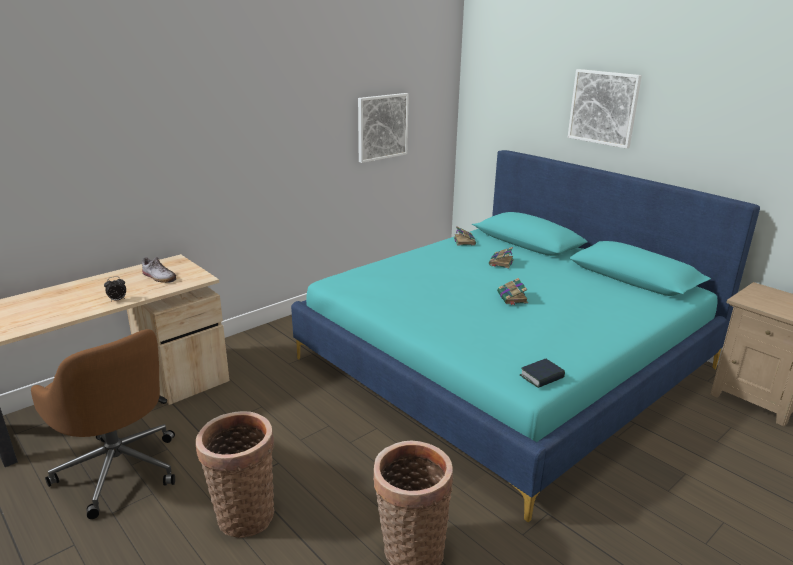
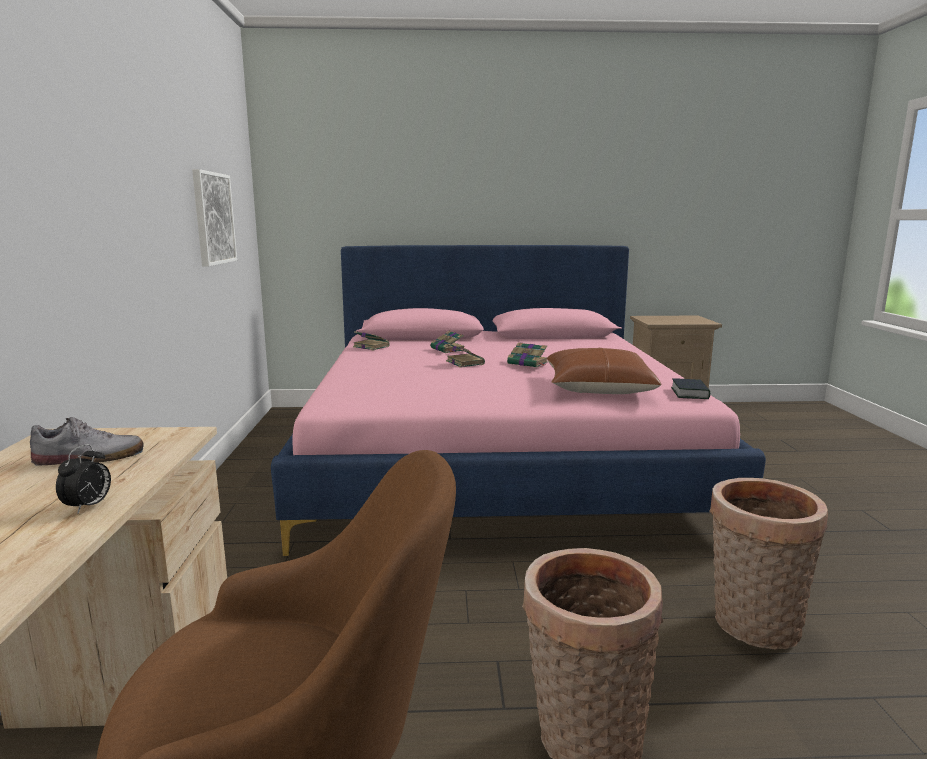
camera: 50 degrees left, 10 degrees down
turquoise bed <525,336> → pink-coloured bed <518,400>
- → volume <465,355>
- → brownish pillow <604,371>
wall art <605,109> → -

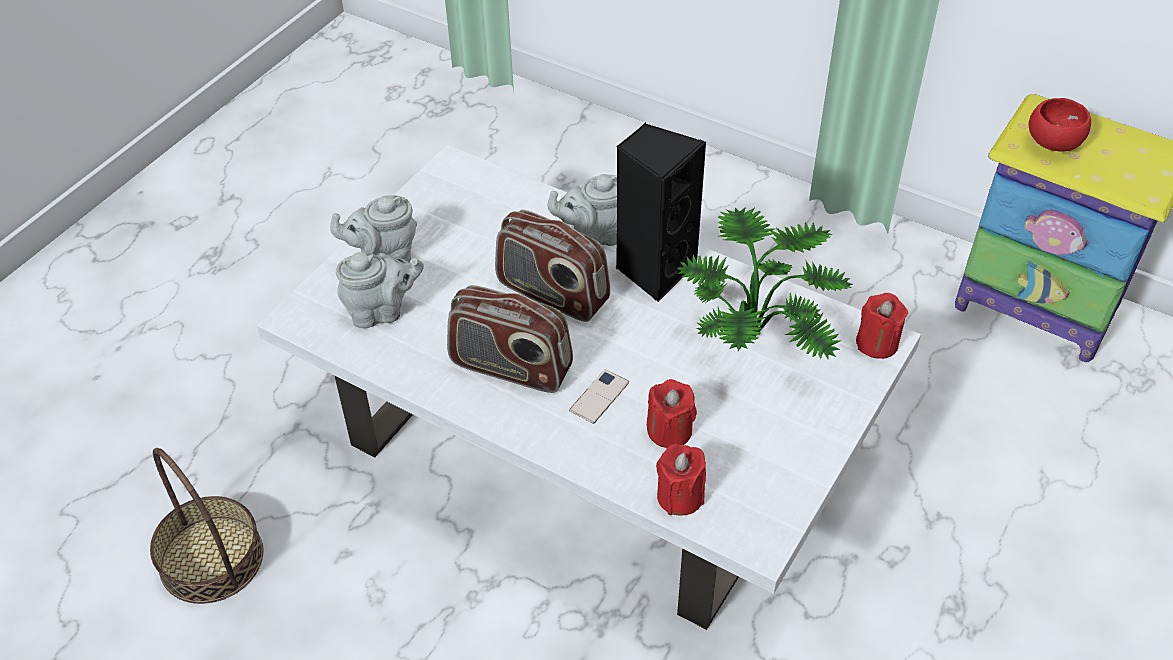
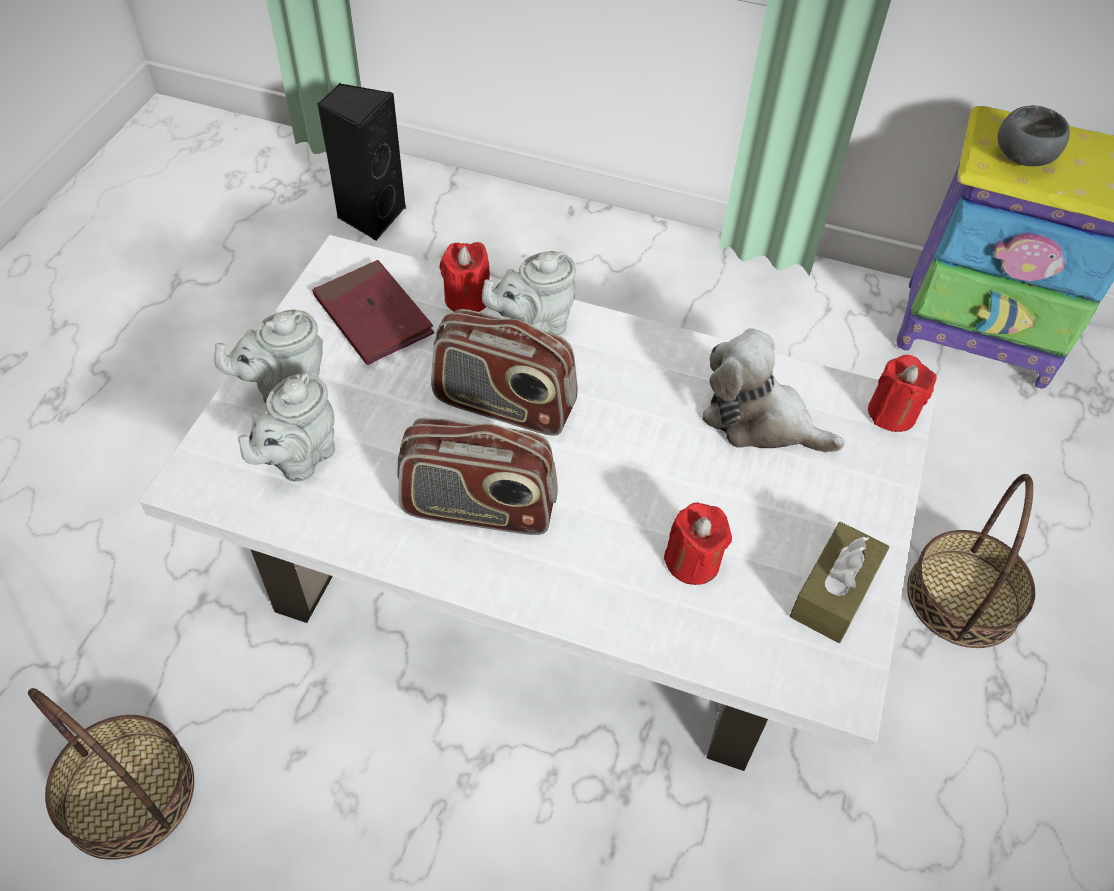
camera: 15 degrees left, 5 degrees up
grey tea pot <380,290> → grey tea pot <286,427>, 150 degrees clockwise
- → red-coloured volume <373,312>
blackish audio speaker <661,212> → blackish audio speaker <361,162>, moved
red-coloured candle <681,480> → red-coloured candle <465,277>, moved
plant in a pot <765,283> → plush toy <773,390>
- → brownish tissue box <839,582>
- → basket <971,561>
red-coloured deep dish <1060,125> → grey deep dish <1034,135>
telephone <599,396> → -

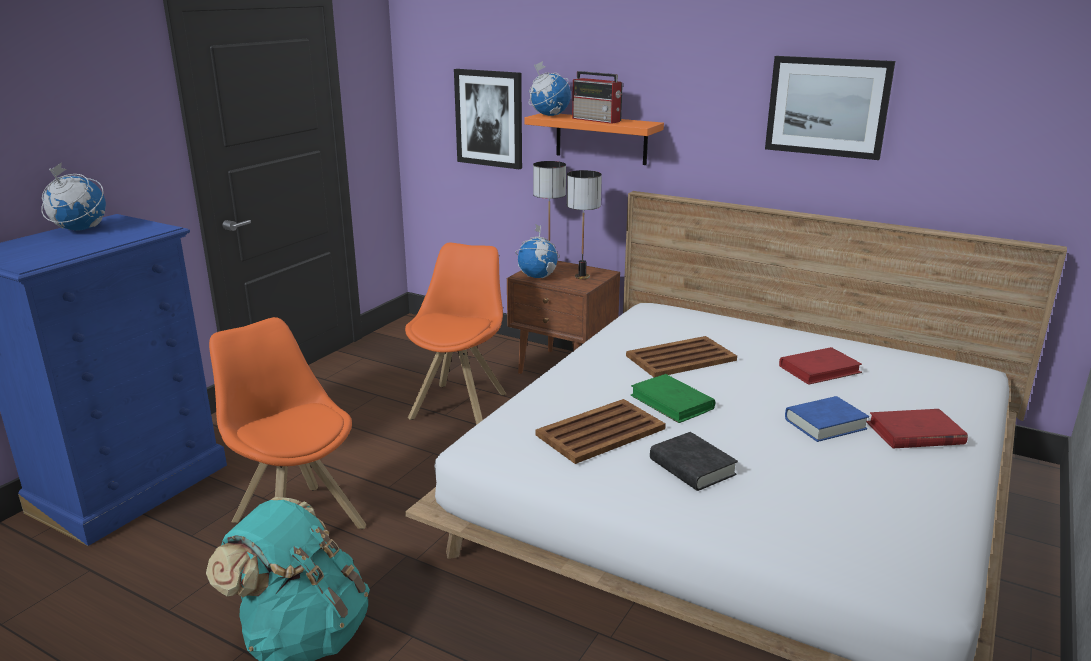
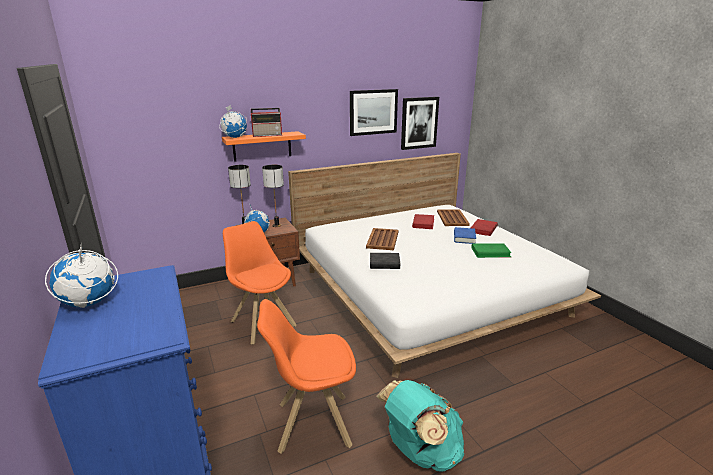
camera: 55 degrees left, 0 degrees up
blackish volume <694,461> → blackish volume <385,261>, moved
wall art <488,119> → wall art <420,123>, moved
brownish carrying tray <600,431> → brownish carrying tray <453,218>, moved
green-coloured volume <672,398> → green-coloured volume <491,250>, moved

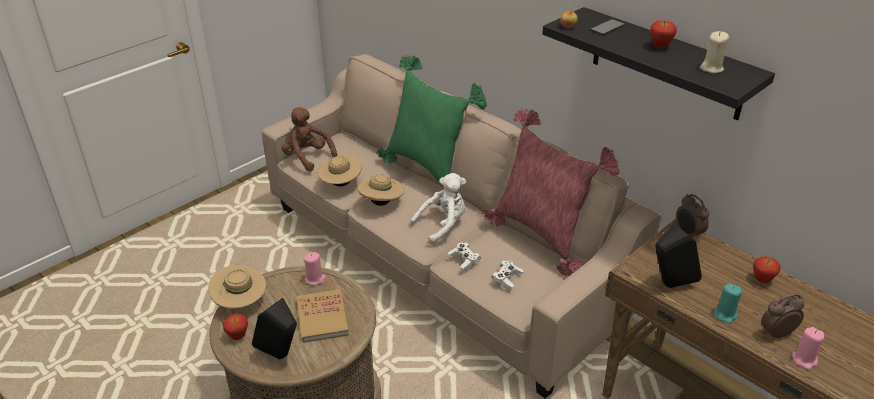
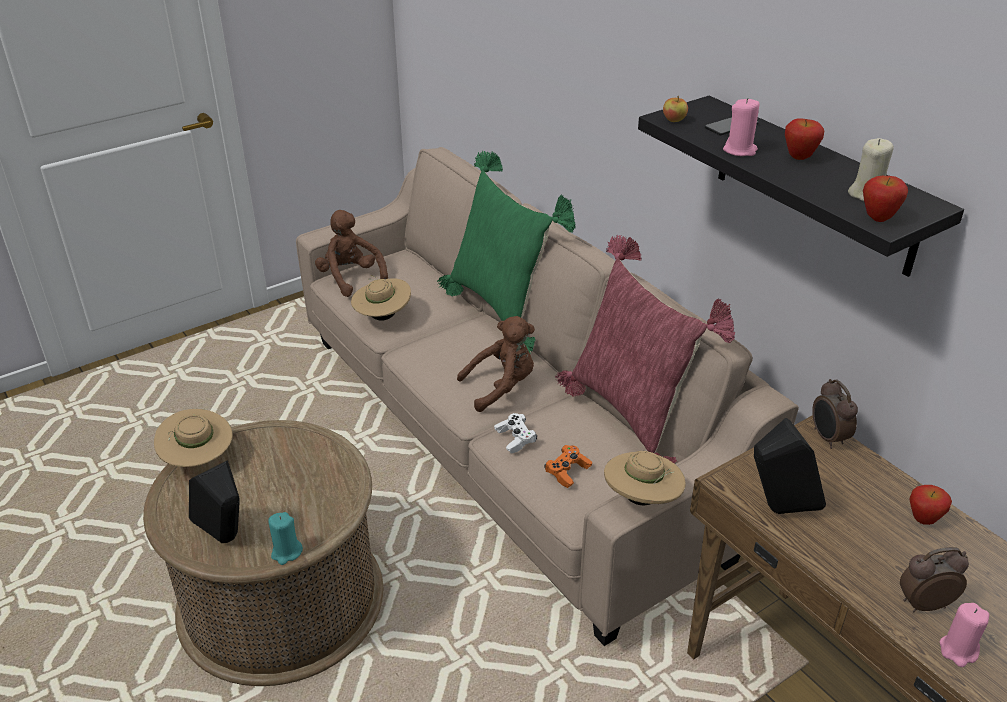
camera: 10 degrees right, 0 degrees up
turquoise candle <728,303> → turquoise candle <285,538>, moved
white plush toy <438,209> → brownish plush toy <496,364>
white joypad <508,275> → orange-coloured joypad <568,466>
sand-coloured clothing hat <380,190> → sand-coloured clothing hat <644,478>, moved
pink-coloured candle <315,268> → pink-coloured candle <741,127>, moved
apple fruit <235,327> → apple fruit <885,199>, moved
volume <323,316> → -

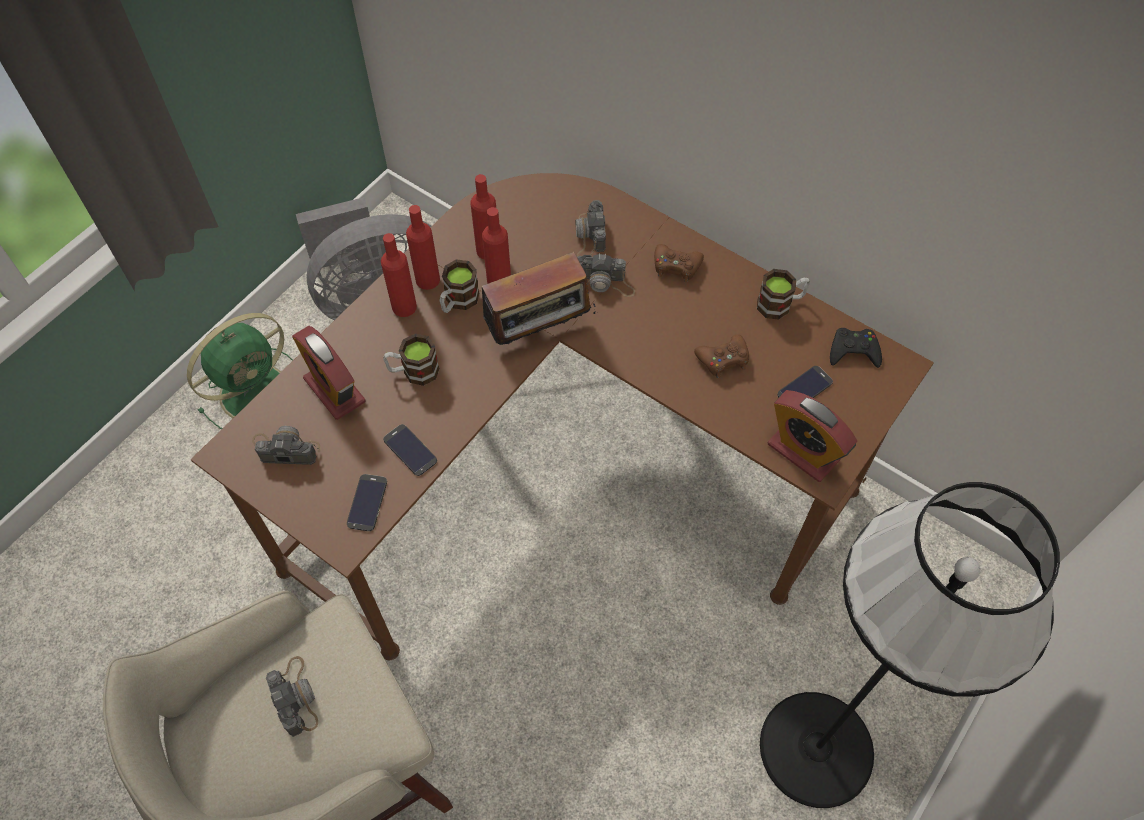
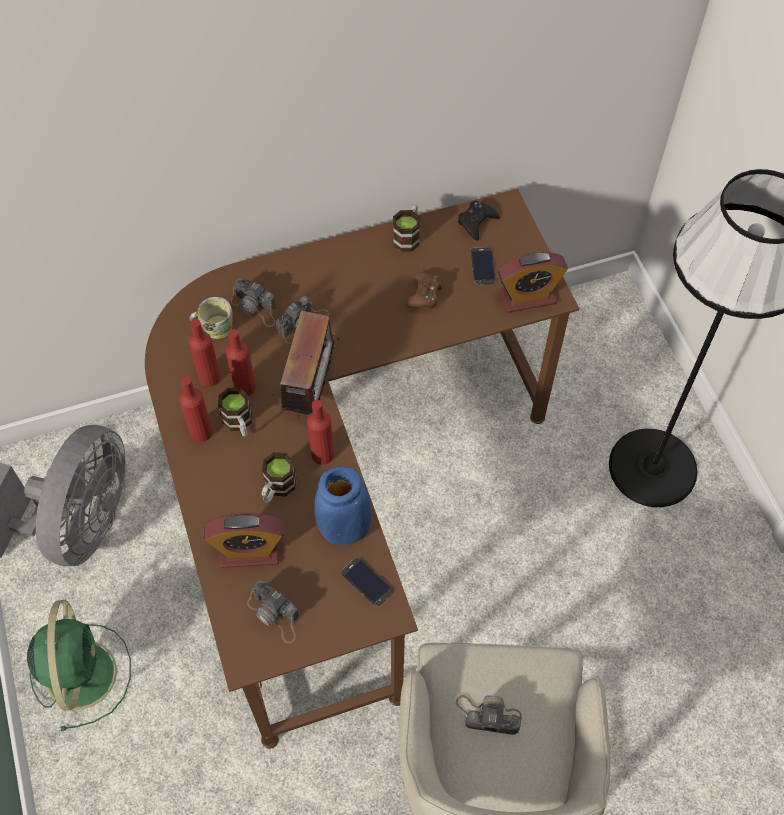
camera: 55 degrees left, 0 degrees up
- → tea mug <211,318>
photo camera <286,445> → photo camera <273,612>, 90 degrees counterclockwise
red-coloured beverage bottle <399,275> → red-coloured beverage bottle <320,432>, moved
telephone <410,450> → blue-coloured vase <342,505>
brownish joypad <679,263> → -

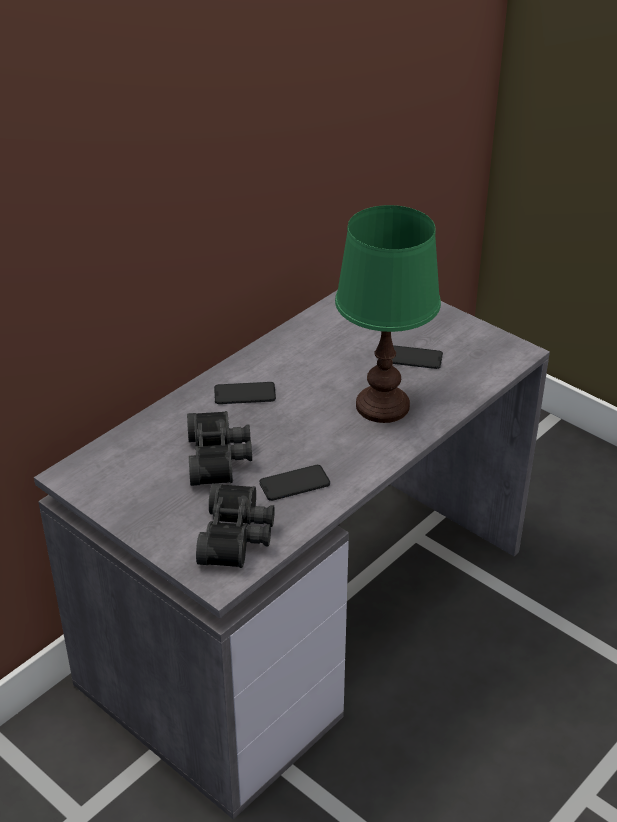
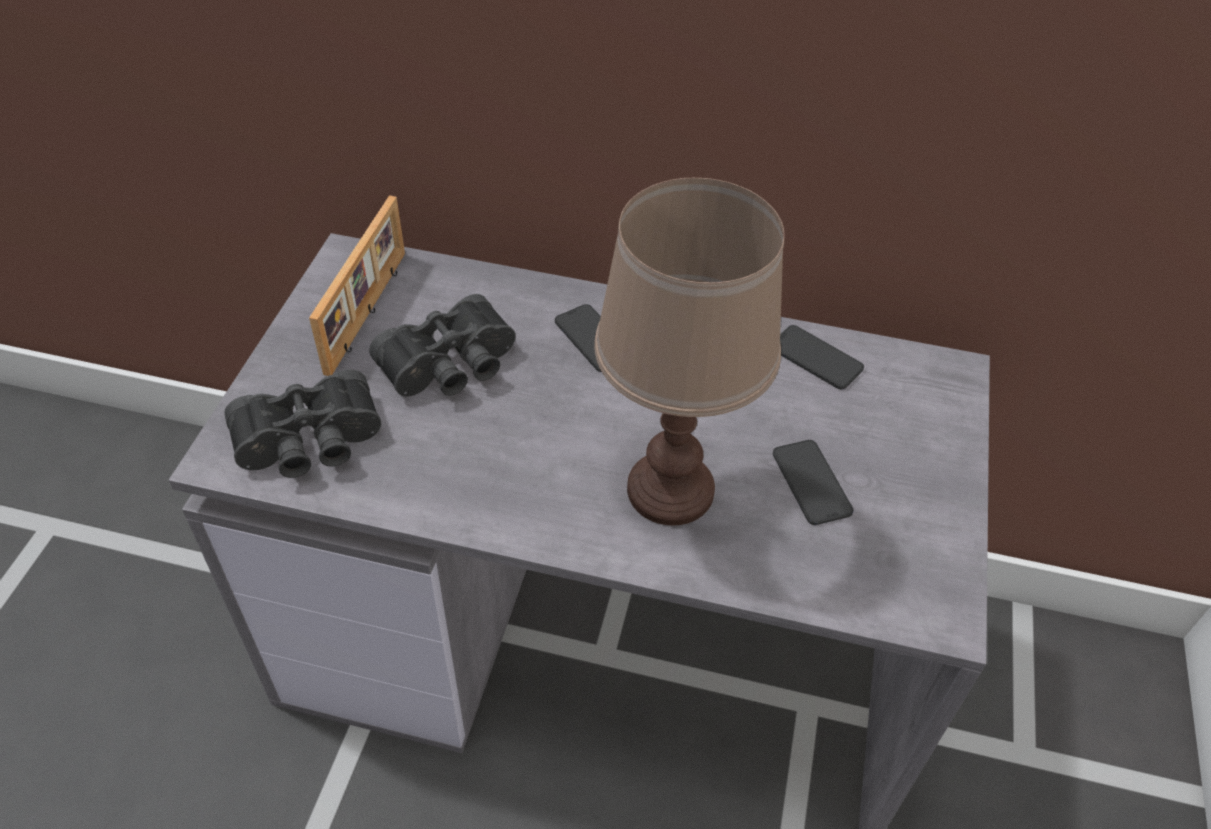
camera: 60 degrees right, 10 degrees up
- → standing frame <357,285>
green-coloured lamp for a table <388,314> → brownish lamp for a table <689,352>
telephone <294,483> → telephone <822,357>, moved

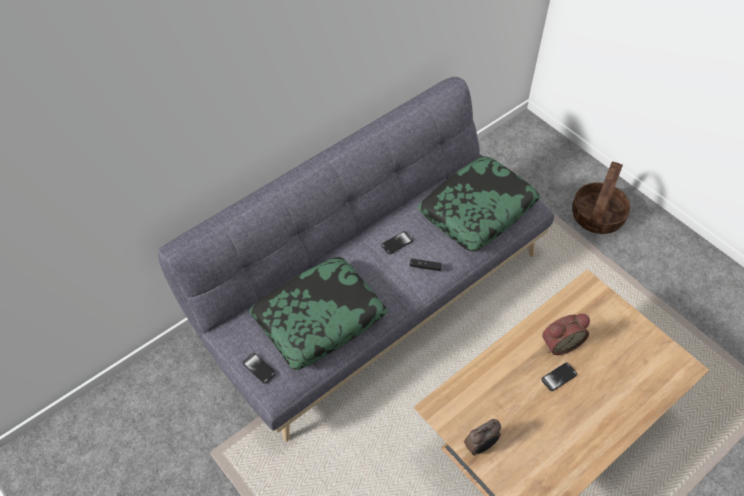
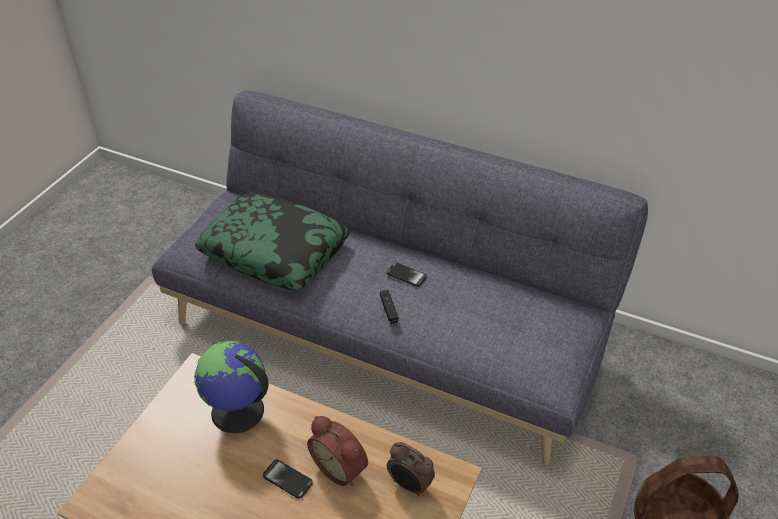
camera: 65 degrees right, 10 degrees down
- → desk globe <231,387>
table clock <482,437> → table clock <411,469>, moved
telephone <259,368> → -
pillow <479,204> → -

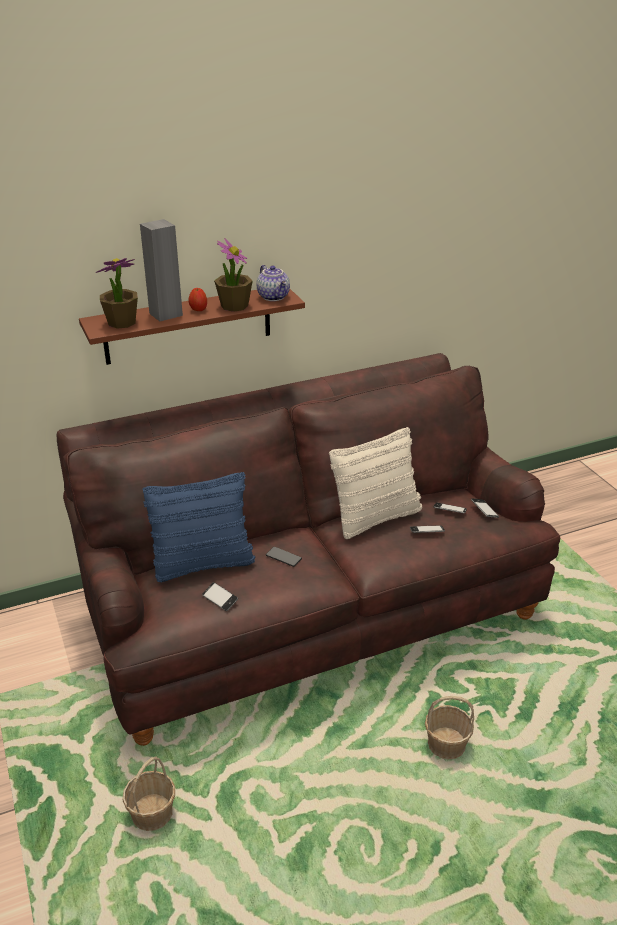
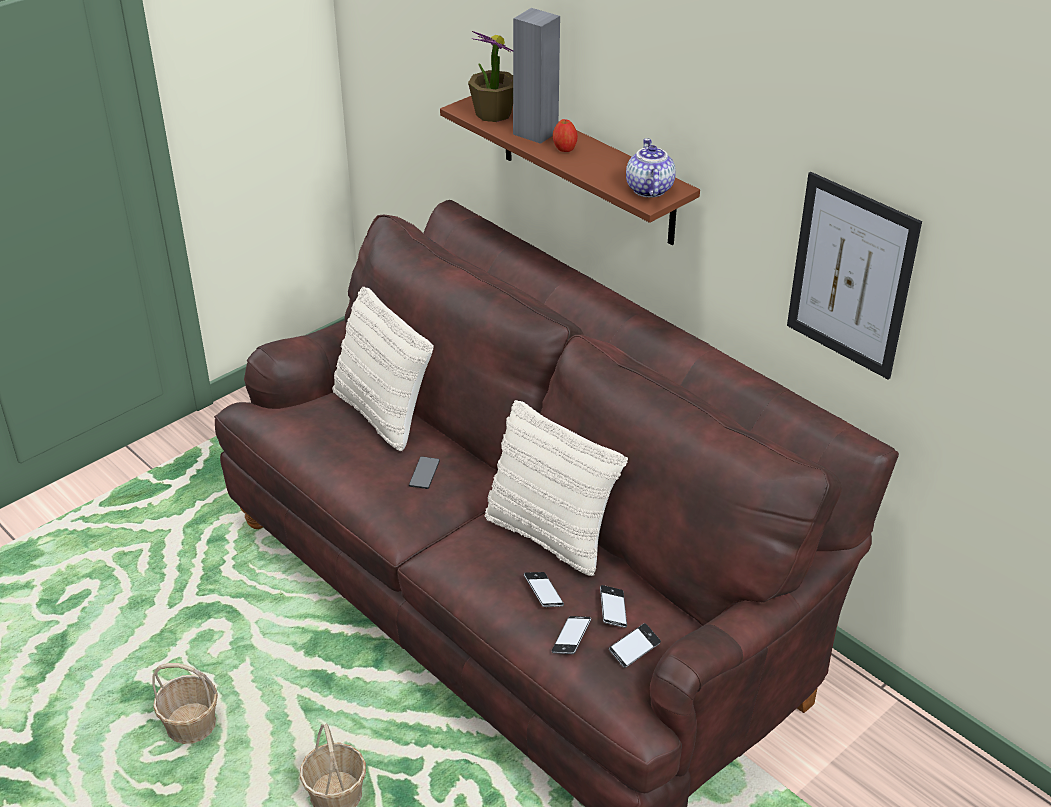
camera: 70 degrees right, 5 degrees up
basket <149,794> → basket <185,703>, moved
blue-coloured pillow <199,527> → sand-coloured pillow <383,369>
telephone <220,596> → telephone <571,635>, moved
tea pot <273,283> → tea pot <651,168>, 135 degrees clockwise
- → wall art <854,276>
plant in a pot <233,275> → -

